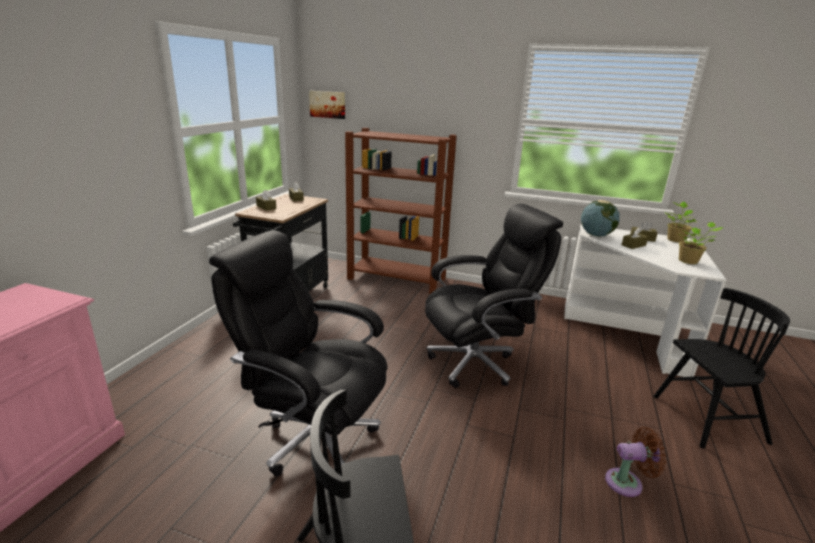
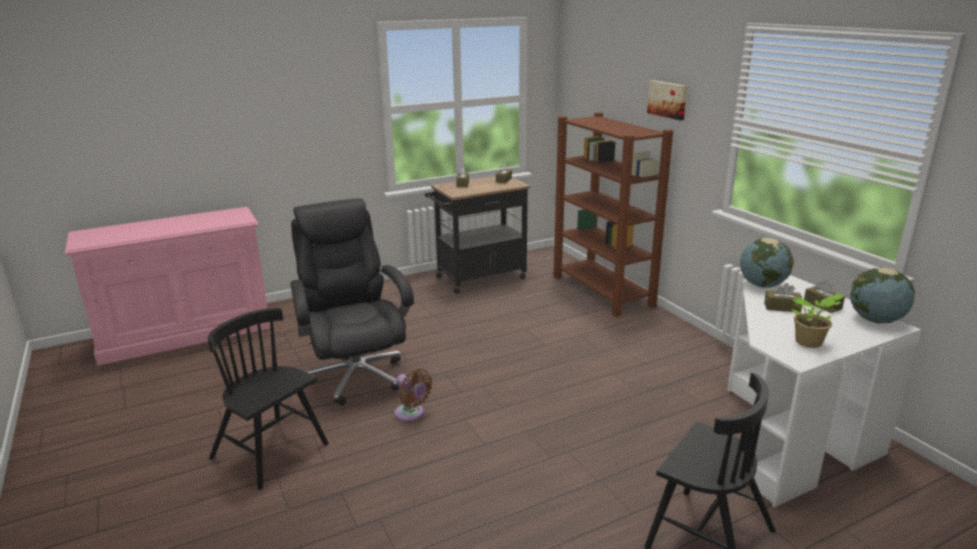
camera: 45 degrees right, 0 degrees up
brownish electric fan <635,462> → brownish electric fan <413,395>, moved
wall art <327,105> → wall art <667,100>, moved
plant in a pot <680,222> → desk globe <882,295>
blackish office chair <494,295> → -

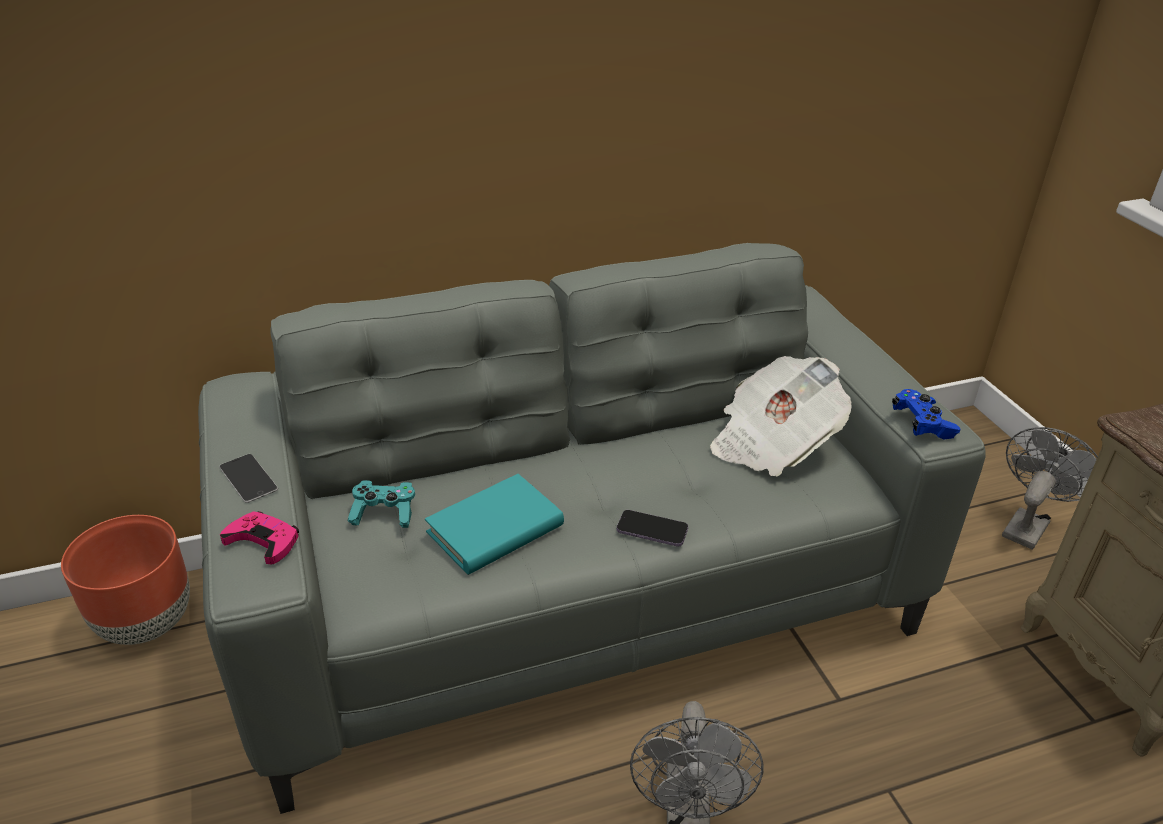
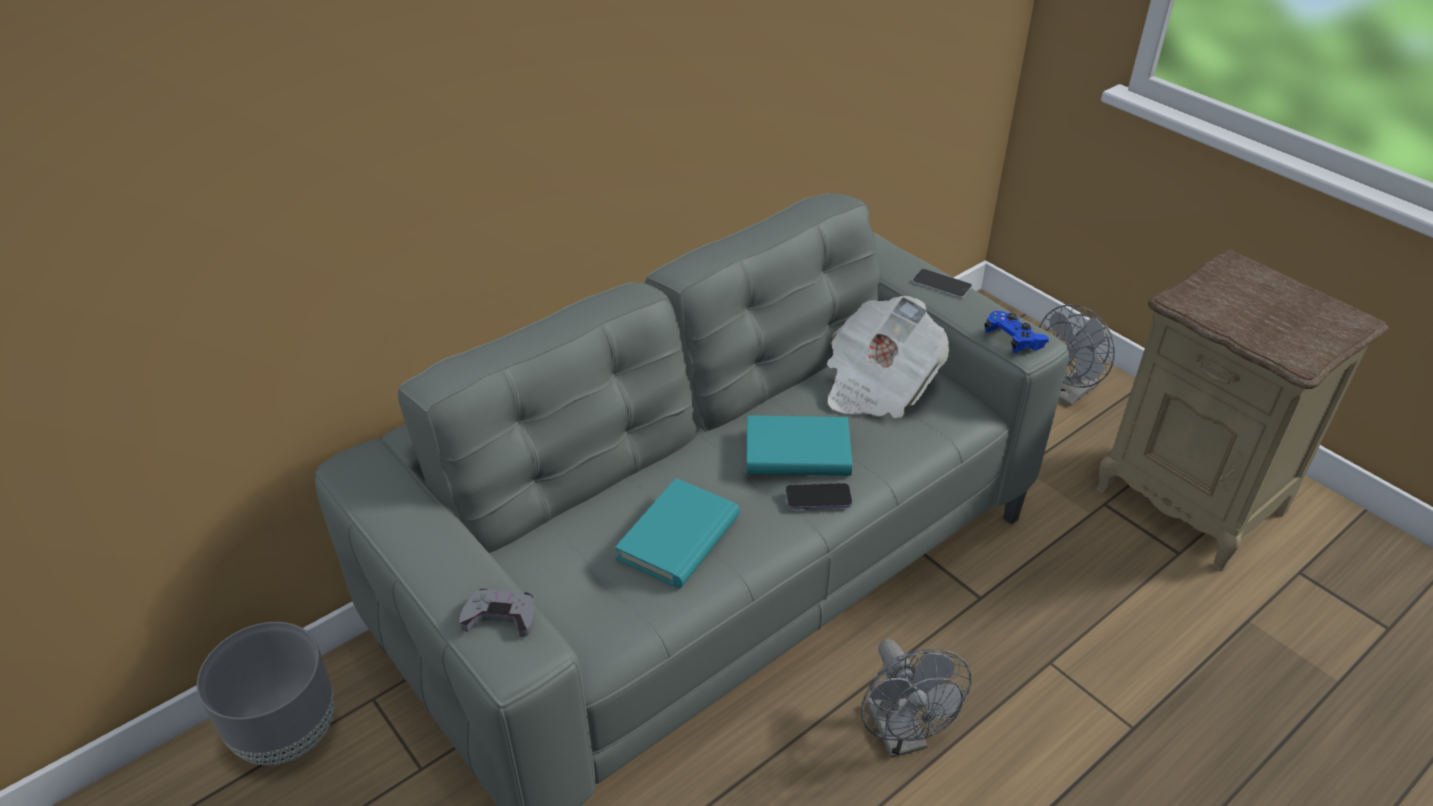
camera: 20 degrees left, 5 degrees up
brownish planter <125,580> → grey planter <265,693>
pink-coloured joypad <259,537> → grey joypad <497,613>
- → turquoise volume <799,445>
telephone <248,478> → telephone <942,283>, moved
grey electric fan <1050,488> → grey electric fan <1077,355>, 150 degrees counterclockwise
turquoise joypad <381,504> → -

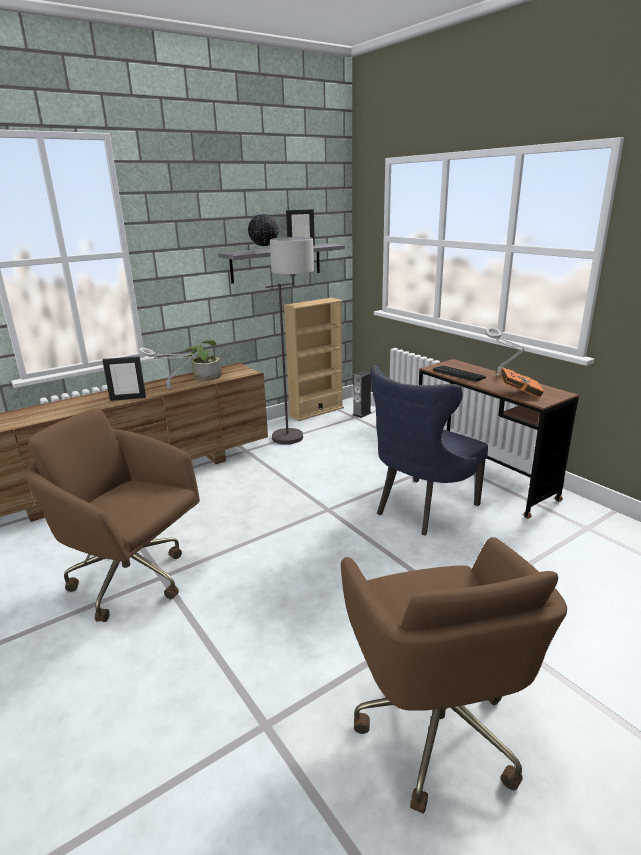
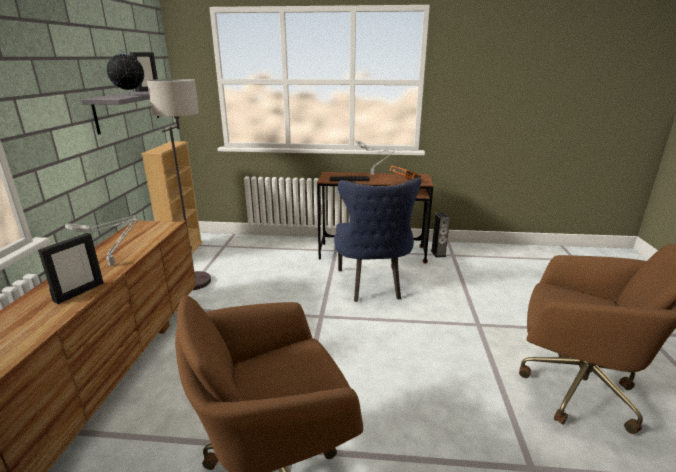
camera: 50 degrees left, 0 degrees up
audio speaker <362,394> → audio speaker <440,235>, moved
plant in a pot <203,360> → -

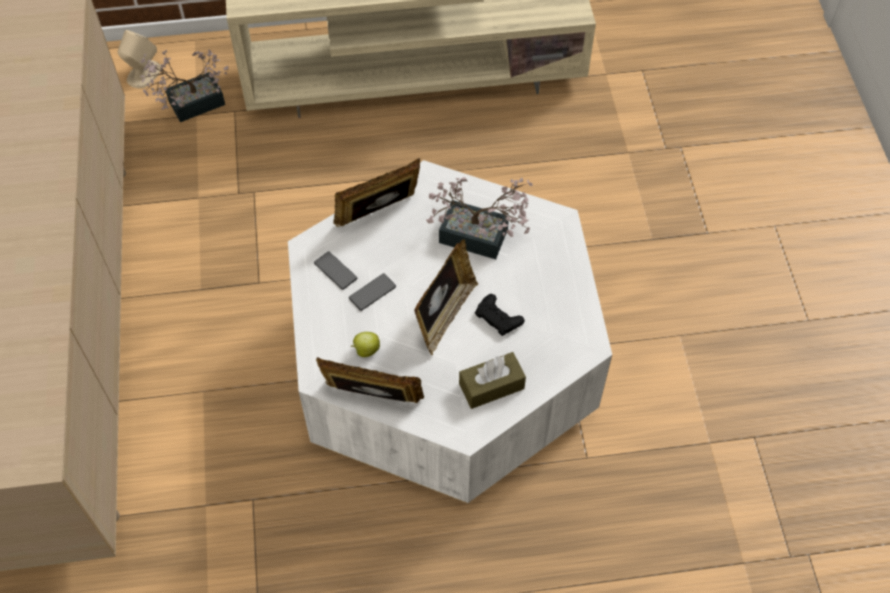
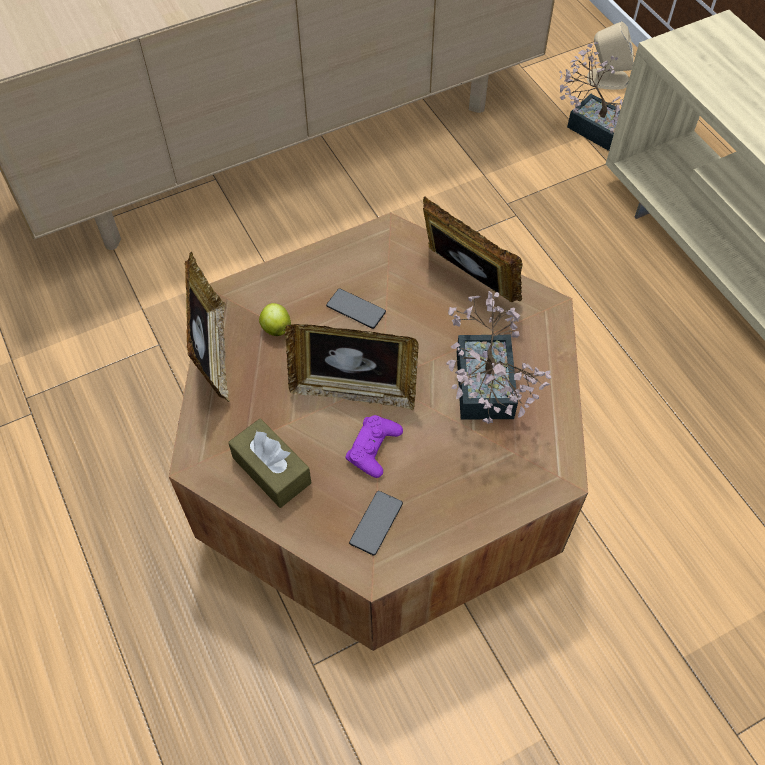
camera: 70 degrees right, 0 degrees up
white low table <450,331> → brownish low table <378,432>
blackish joypad <500,315> → purple-coloured joypad <374,446>
telephone <335,270> → telephone <376,523>, moved

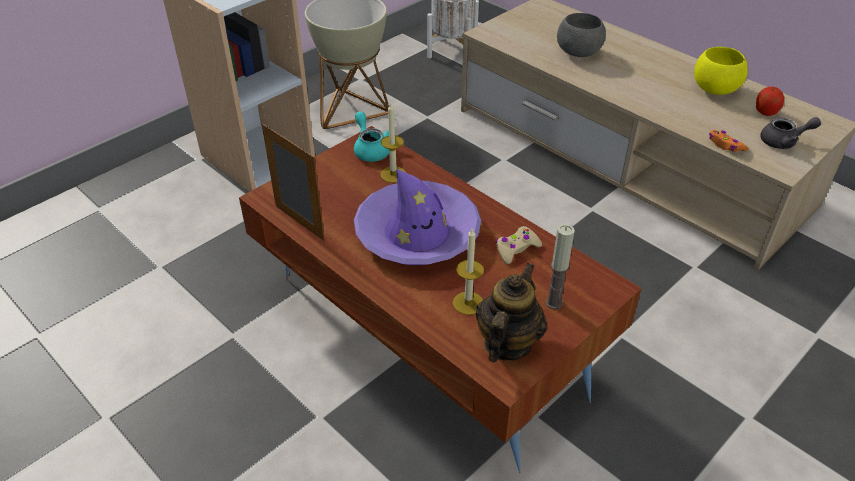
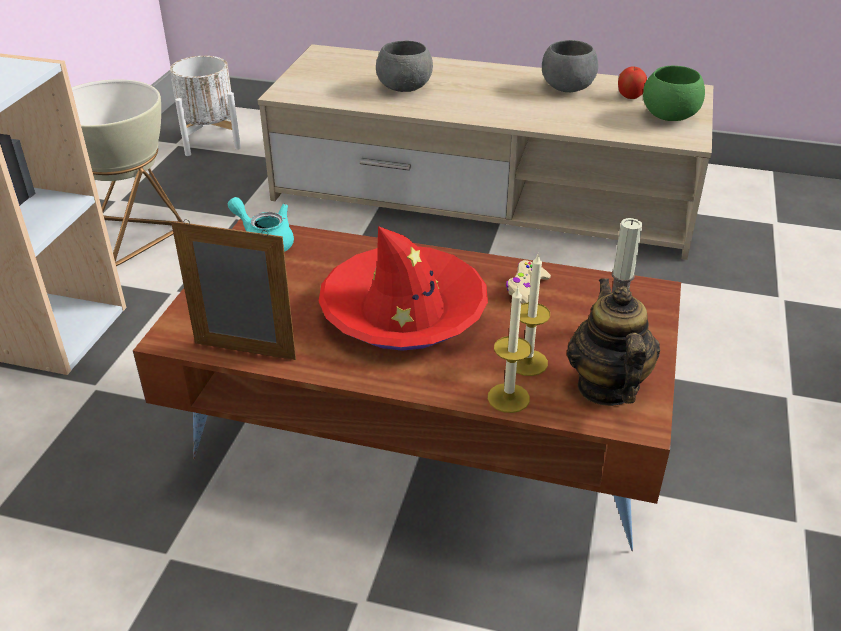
camera: 30 degrees left, 5 degrees down
purple-coloured clothing hat <417,216> → red-coloured clothing hat <403,288>
candle <393,143> → candle <510,349>, moved
yellowish deep dish <721,71> → grey deep dish <570,66>
grey tea pot <790,133> → green-coloured deep dish <674,93>
orange-coloured joypad <728,141> → -

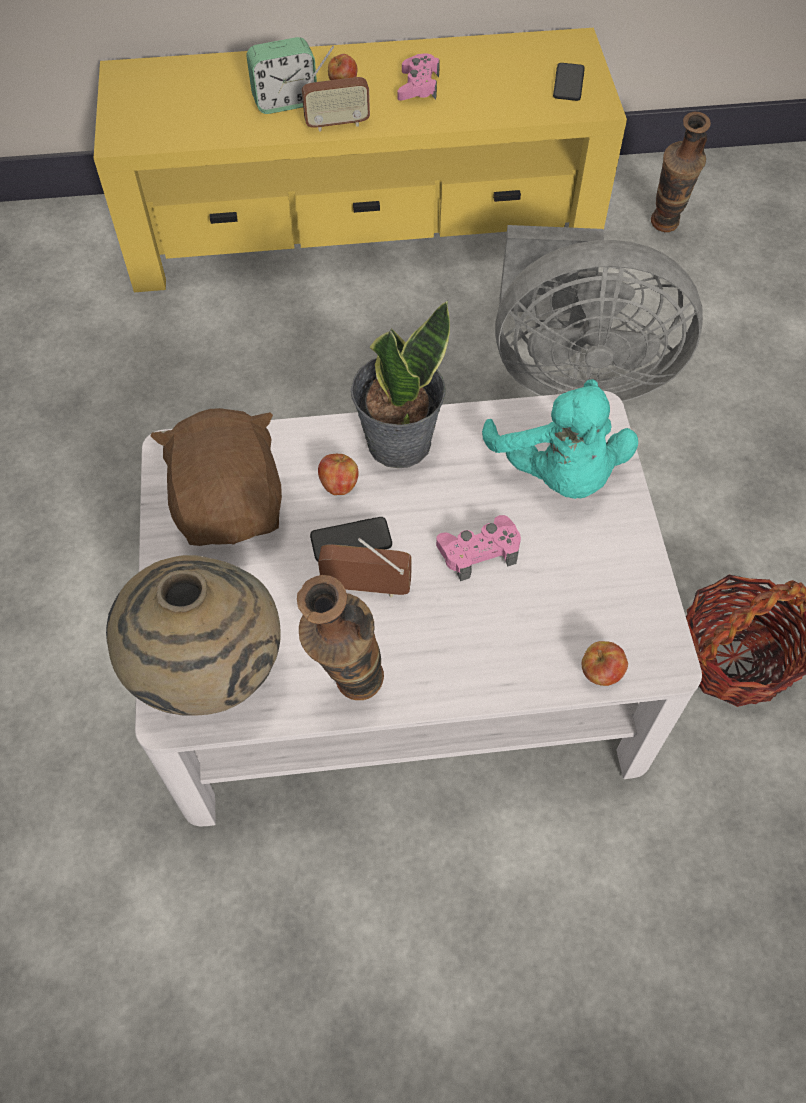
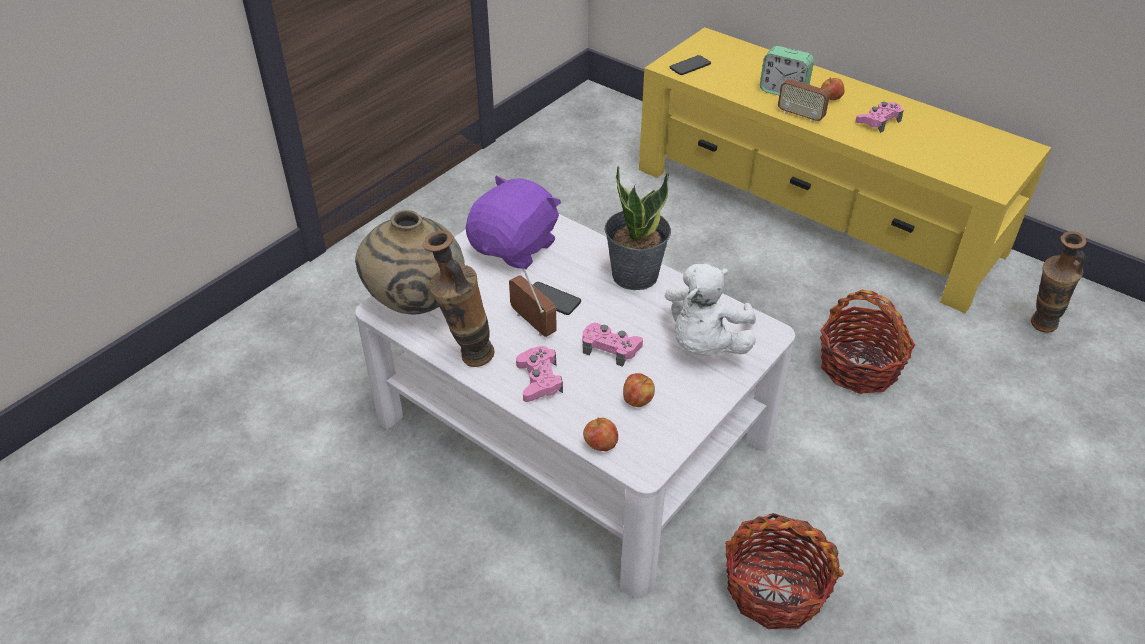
camera: 45 degrees right, 15 degrees down
brownish plush toy <216,477> → purple-coloured plush toy <513,222>
- → pink-coloured joypad <539,374>
apple fruit <338,474> → apple fruit <639,390>, moved
turquoise plush toy <560,439> → white plush toy <710,309>
telephone <569,82> → telephone <690,65>, moved
grey electric fan <599,313> → basket <867,341>

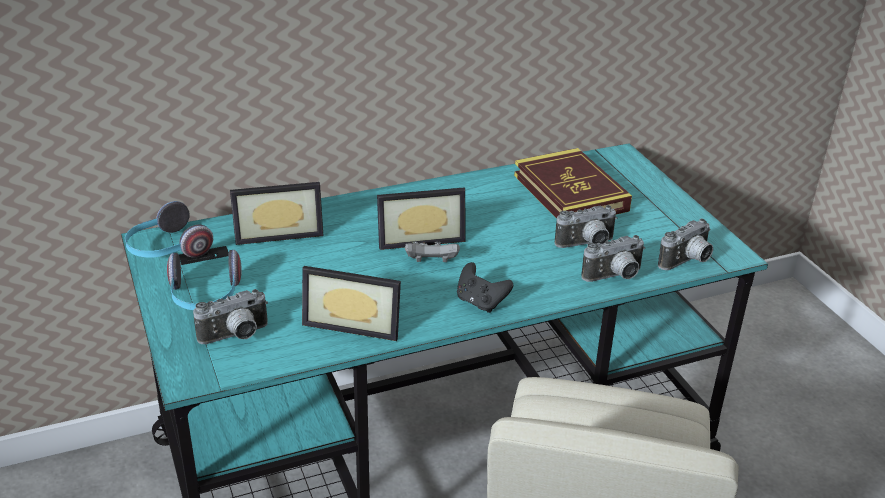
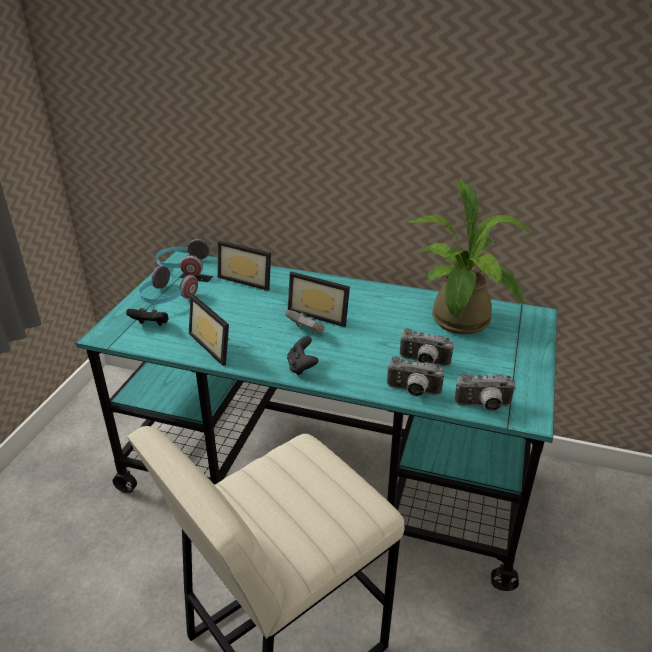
camera: 40 degrees right, 0 degrees up
photo camera <230,316> → blackish joypad <147,317>
volume <573,183> → plant in a pot <470,256>

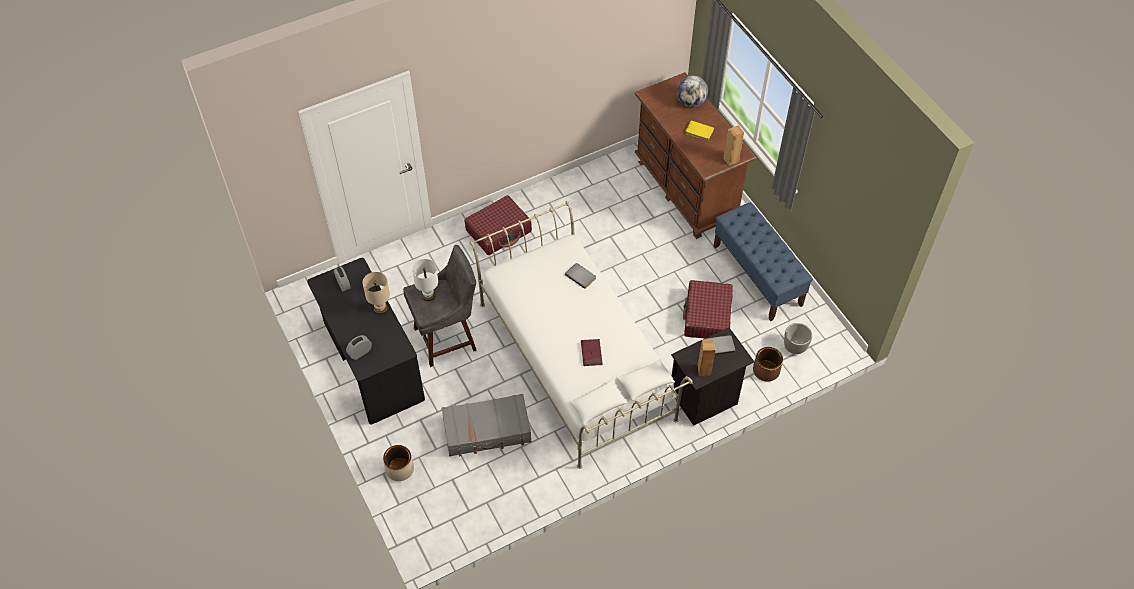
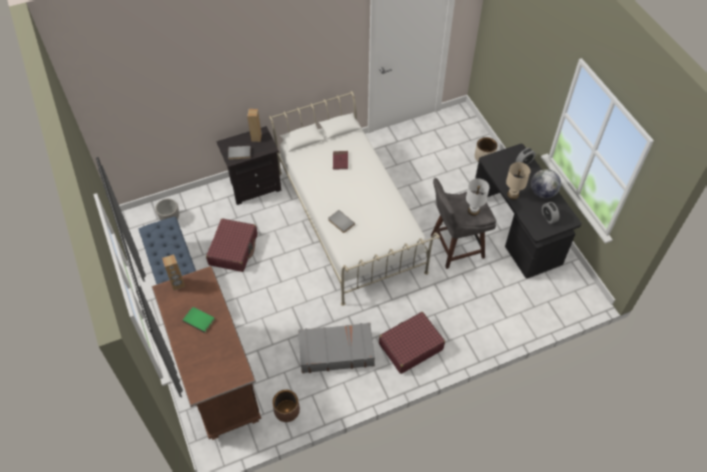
camera: 175 degrees left, 0 degrees up
yellowish volume <700,130> → green-coloured volume <198,320>
brownish planter <768,364> → brownish planter <286,406>, moved
grey travel case <486,425> → grey travel case <336,348>, moved
desk globe <692,91> → desk globe <546,183>, moved

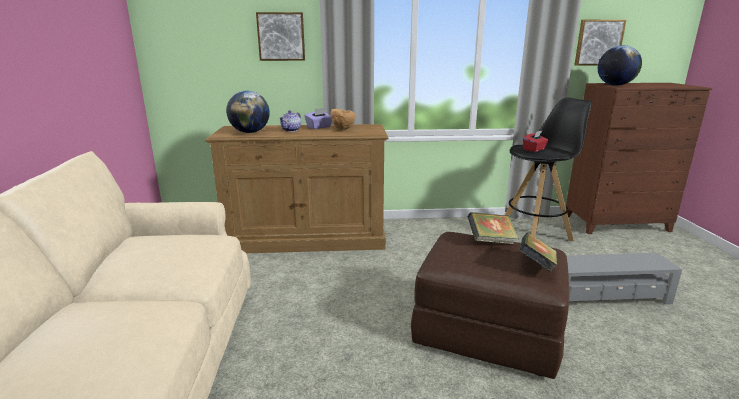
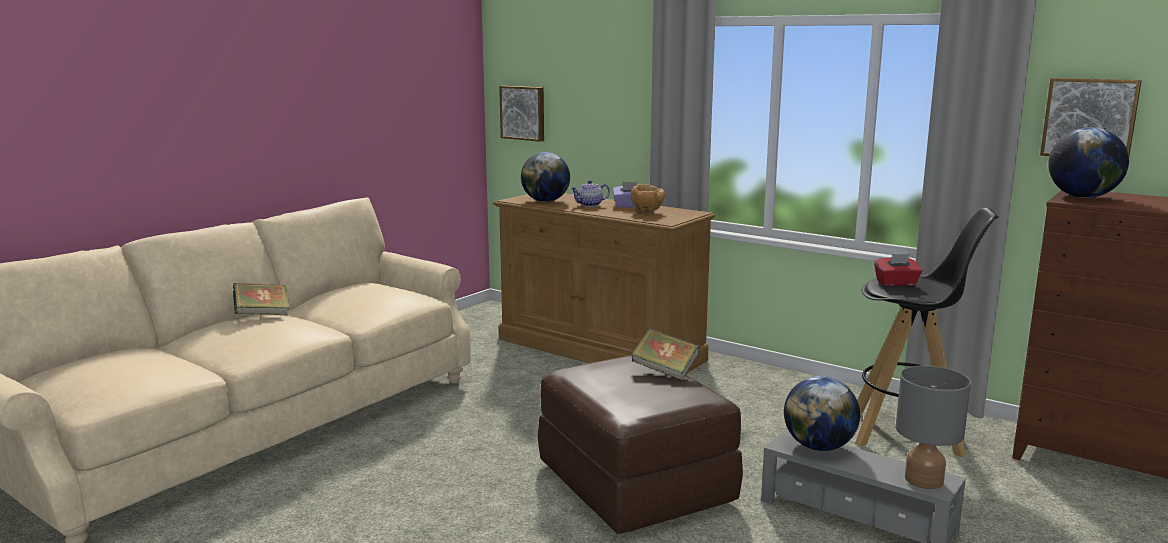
camera: 40 degrees right, 5 degrees down
volume <538,252> → volume <261,299>, moved
wall art <280,36> → wall art <521,114>, moved
- → desk globe <822,413>
- → grey lamp for a table <933,427>

